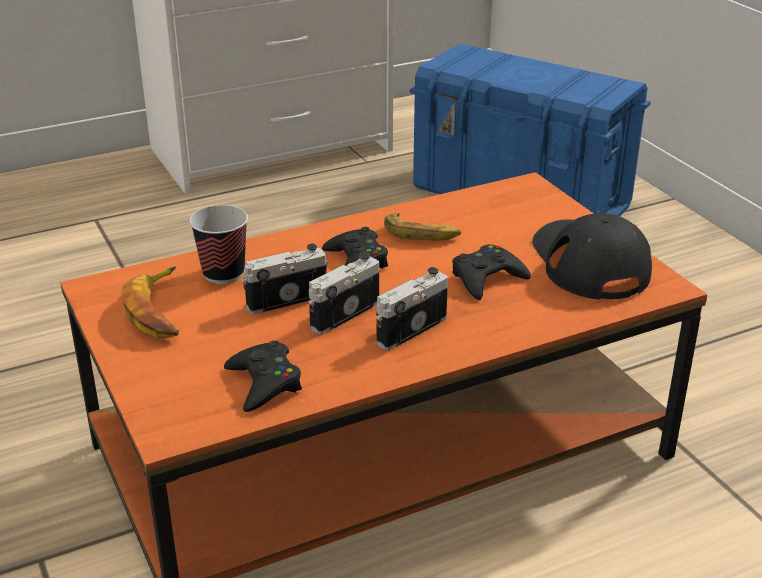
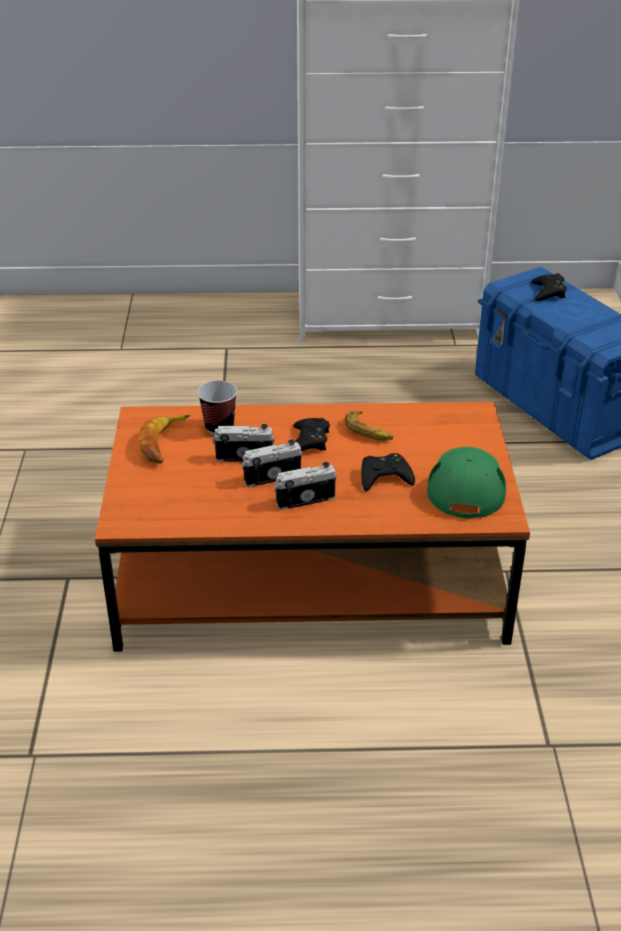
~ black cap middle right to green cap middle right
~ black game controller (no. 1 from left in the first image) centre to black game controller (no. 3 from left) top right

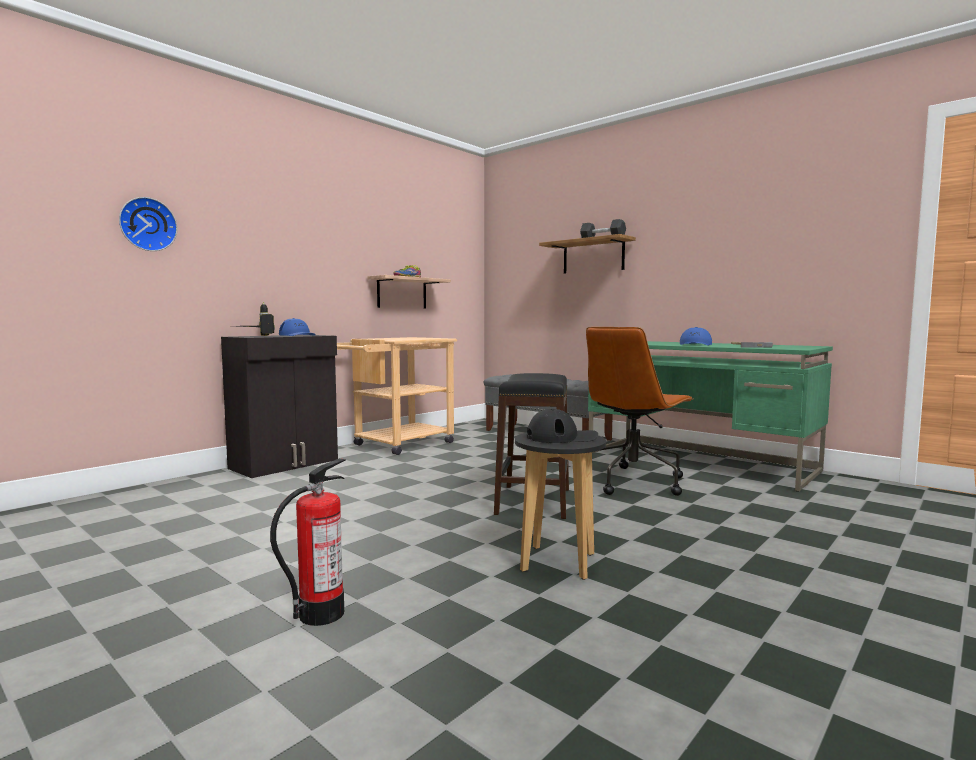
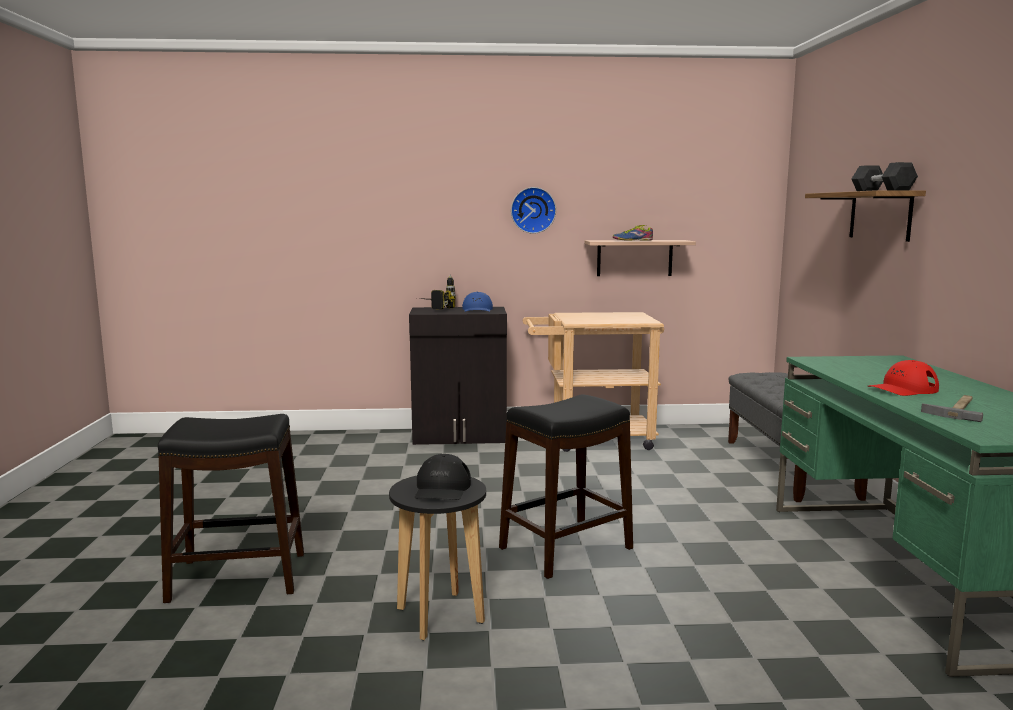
~ fire extinguisher bottom left to black stool (no. 1 from left) bottom left
~ black cap centre = bottom centre 60 degrees clockwise
~ wall clock top left to top centre
~ blue cap (no. 2 from left) middle right to red cap middle right
- brown office chair centre

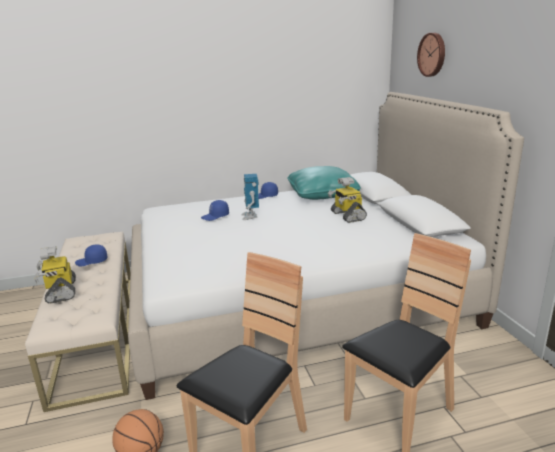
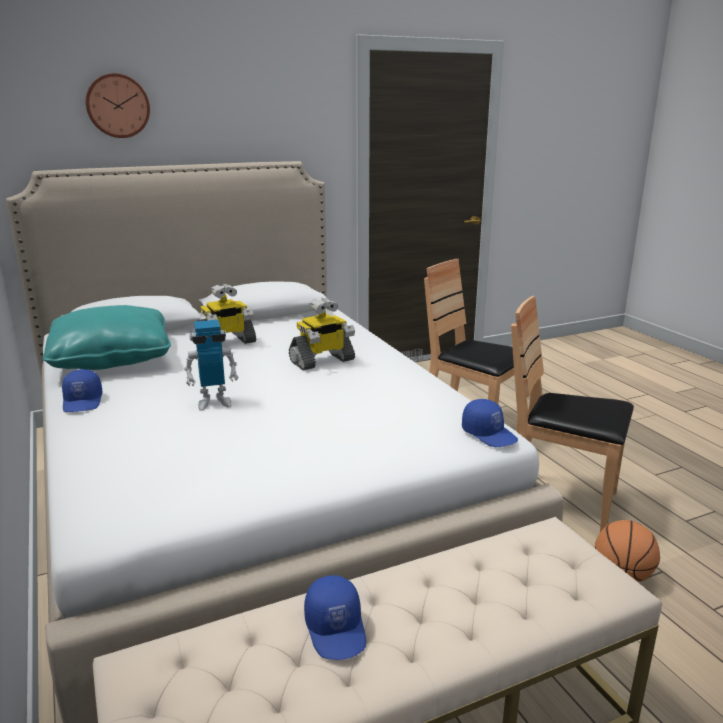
~ toy robot (no. 1 from left in the first image) middle left to toy robot (no. 3 from left) centre
~ blue cap (no. 2 from left in the first image) centre to blue cap (no. 3 from left) middle right

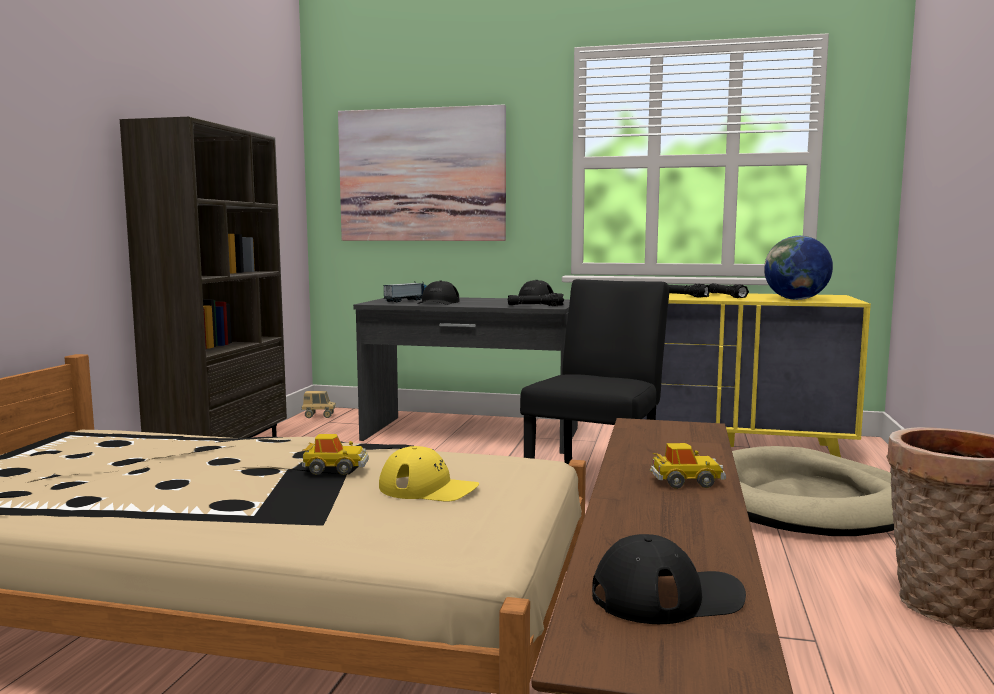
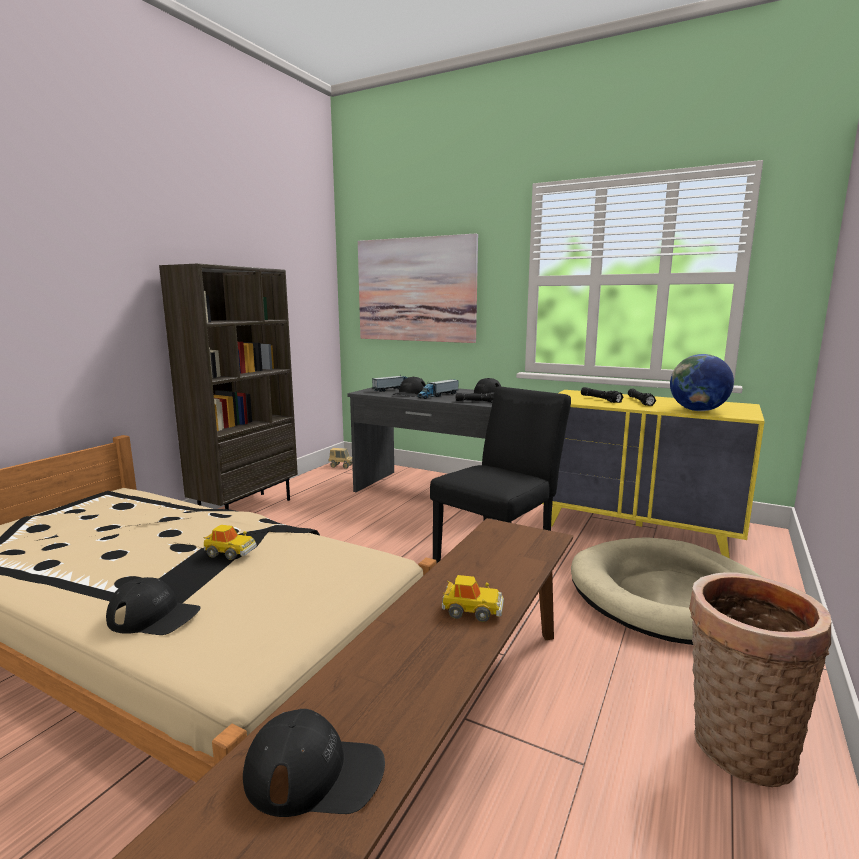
+ black cap (no. 1 from left) bottom left
+ toy truck (no. 3 from left) centre
- yellow cap bottom centre

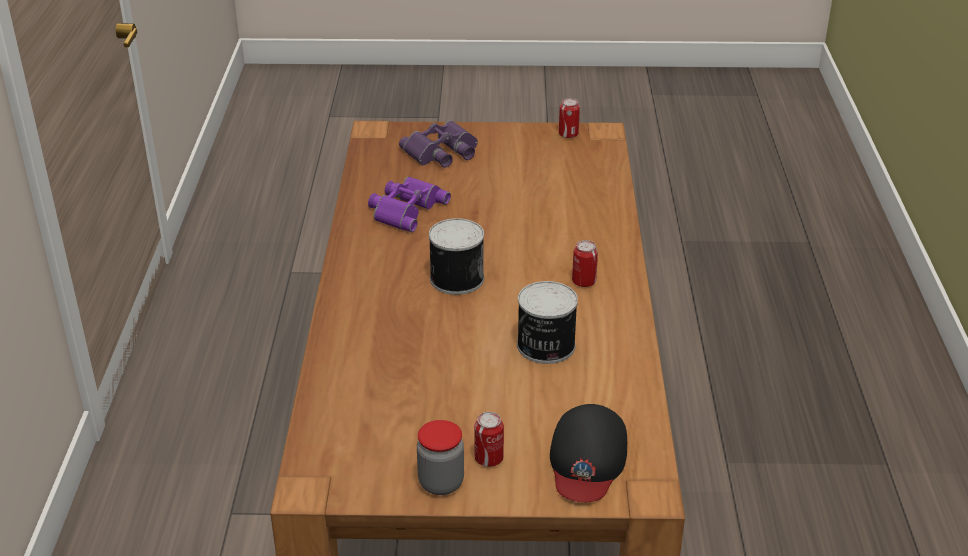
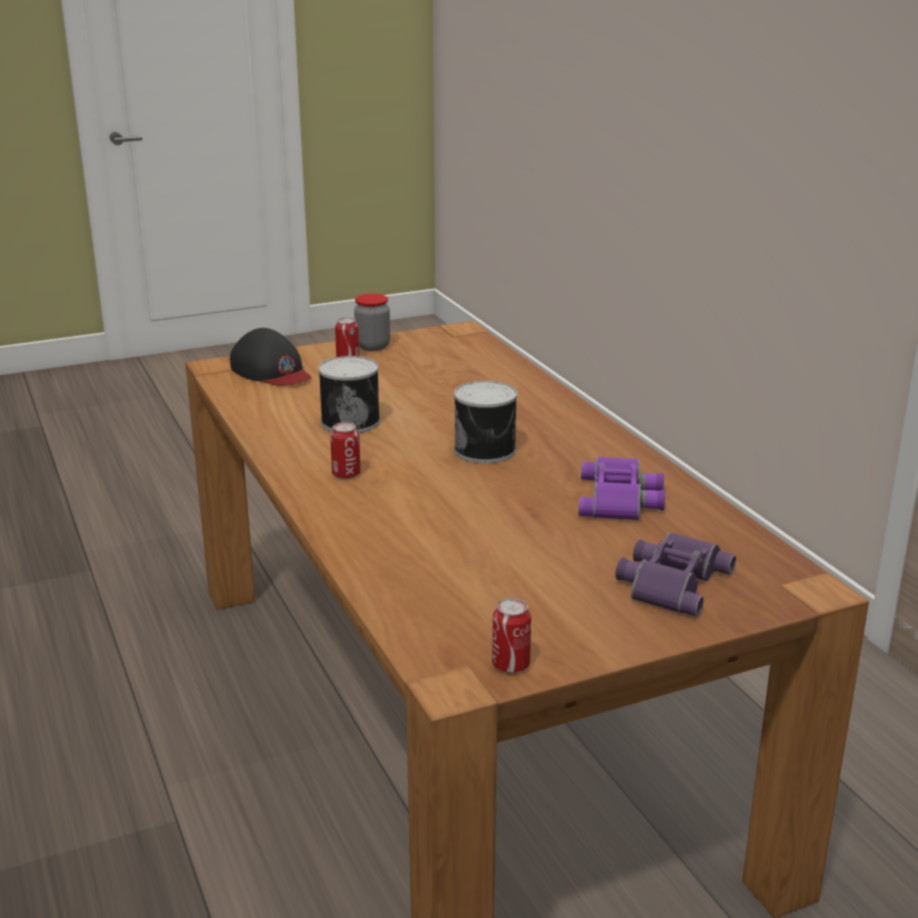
~ black cap bottom centre = middle left 150 degrees clockwise

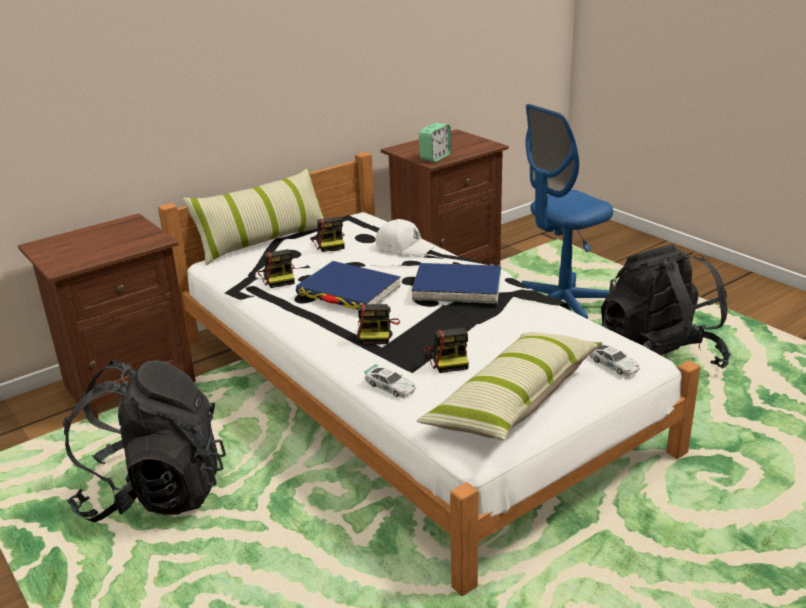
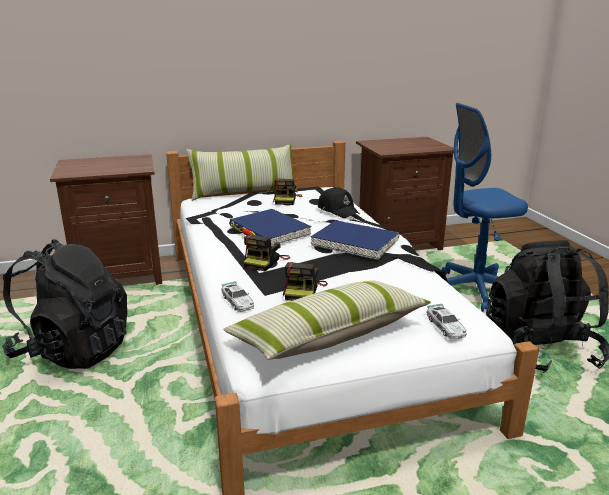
~ white cap centre to black cap centre
- photo camera (no. 1 from left) centre
- alarm clock top centre

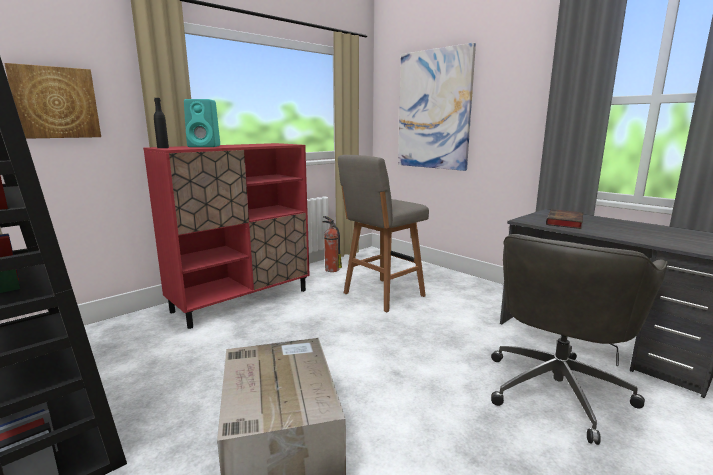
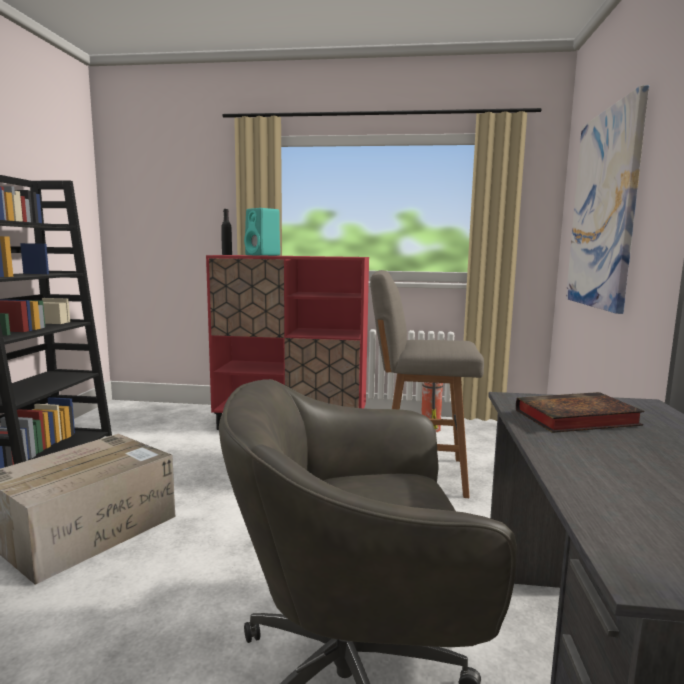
- picture (no. 1 from left) top left

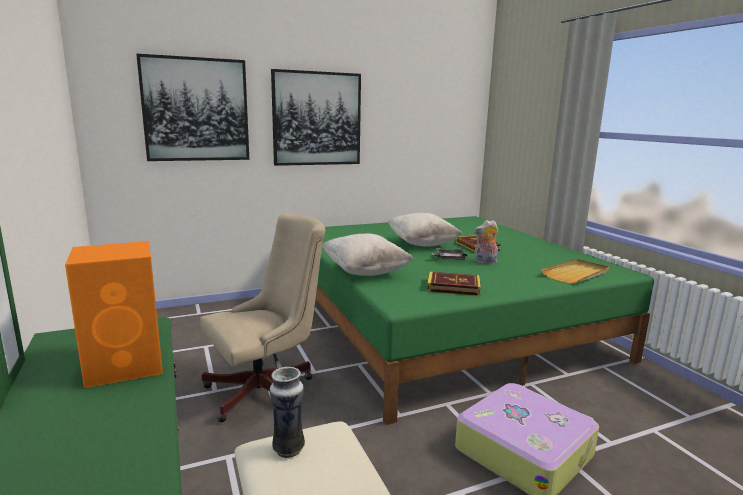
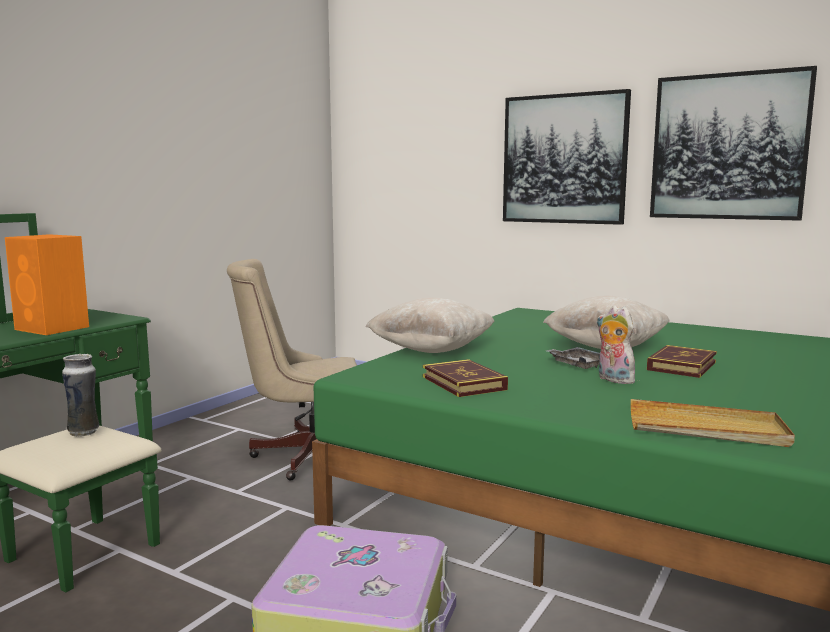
~ beige office chair centre = centre 150 degrees clockwise
~ picture (no. 1 from left in the first image) top left to picture (no. 2 from left) top right

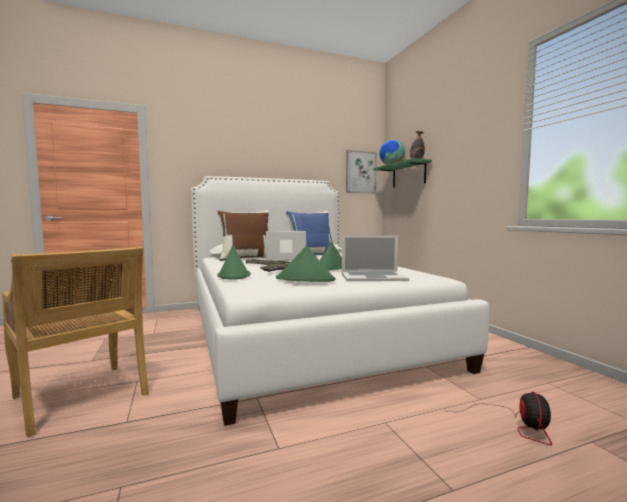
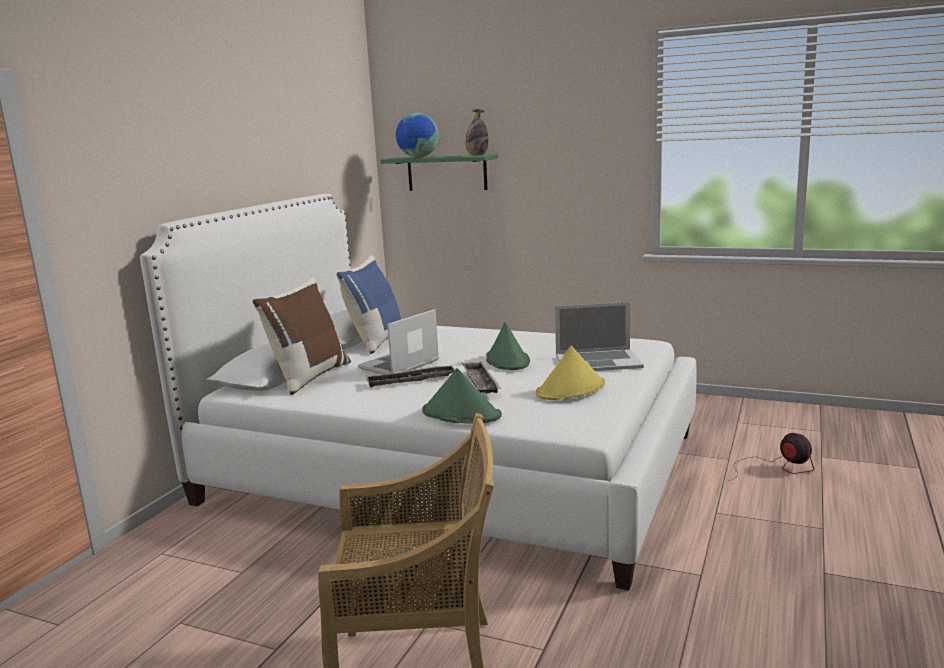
~ green hat (no. 2 from left) centre to yellow hat centre
~ laptop (no. 2 from left) centre = centre 45 degrees clockwise
- picture centre

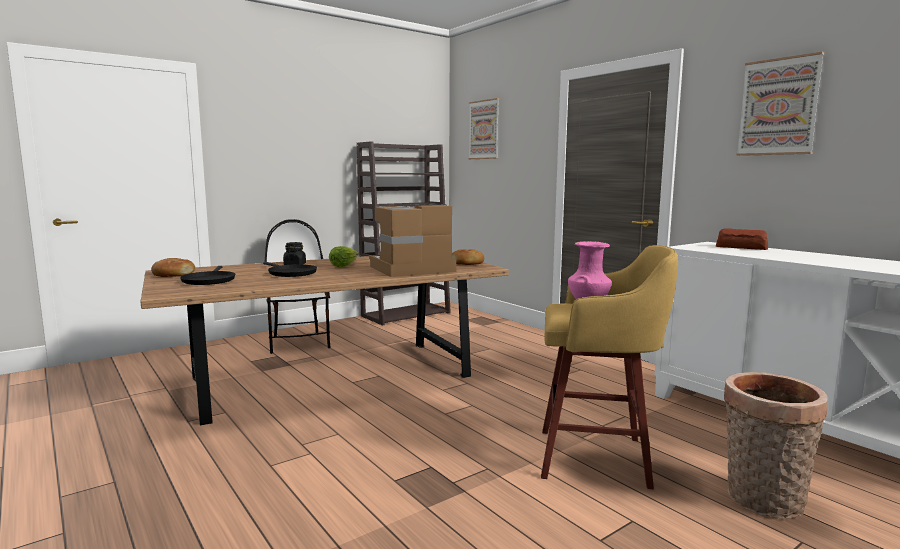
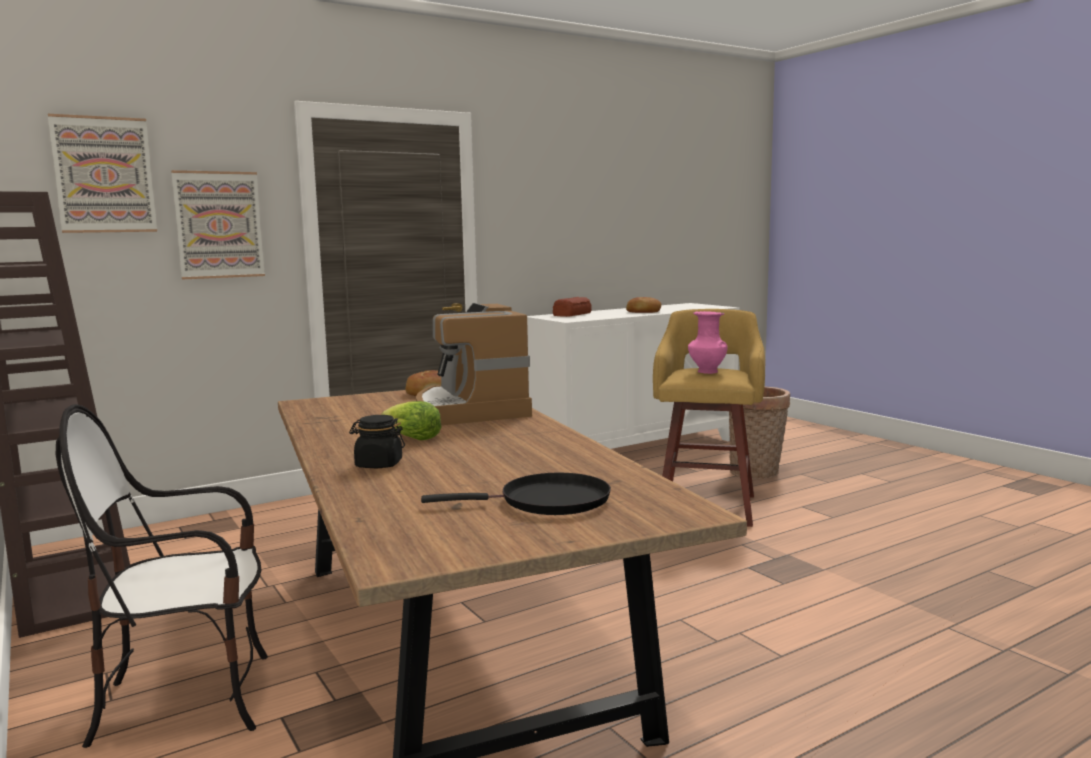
~ picture (no. 2 from left) top right to top left
~ bread (no. 1 from left in the first image) middle left to bread (no. 3 from left) centre
- black frying pan (no. 2 from left) middle left

